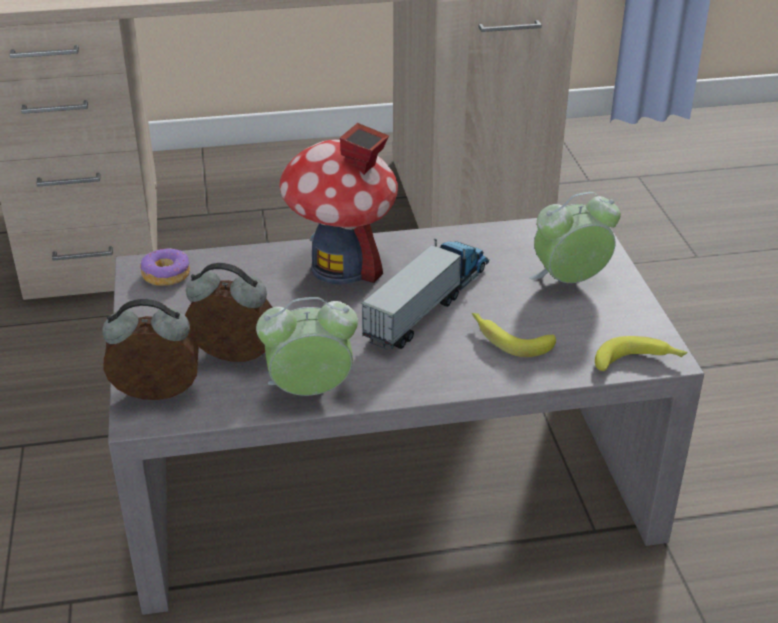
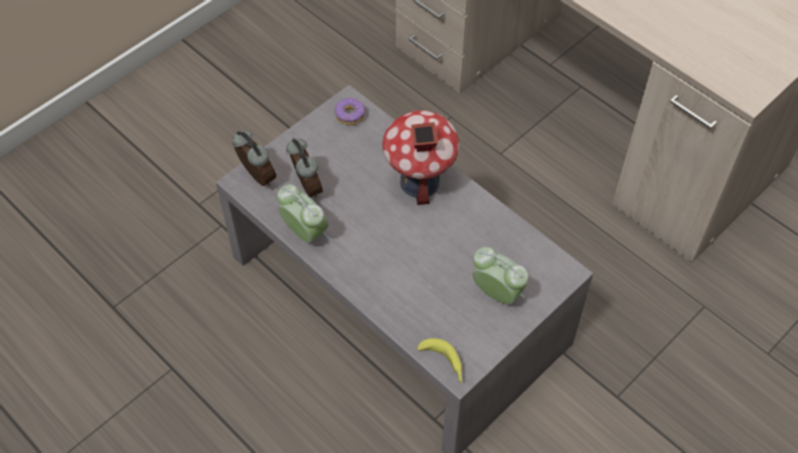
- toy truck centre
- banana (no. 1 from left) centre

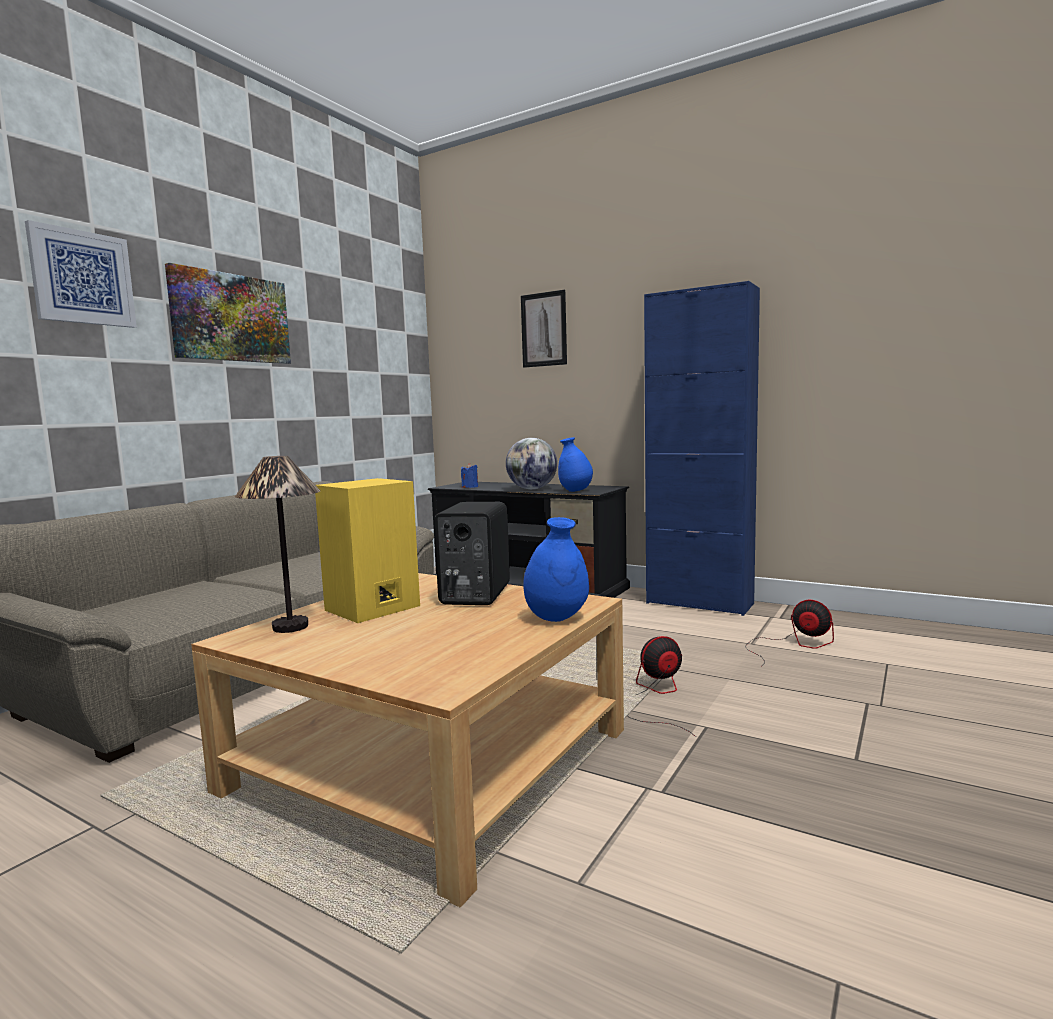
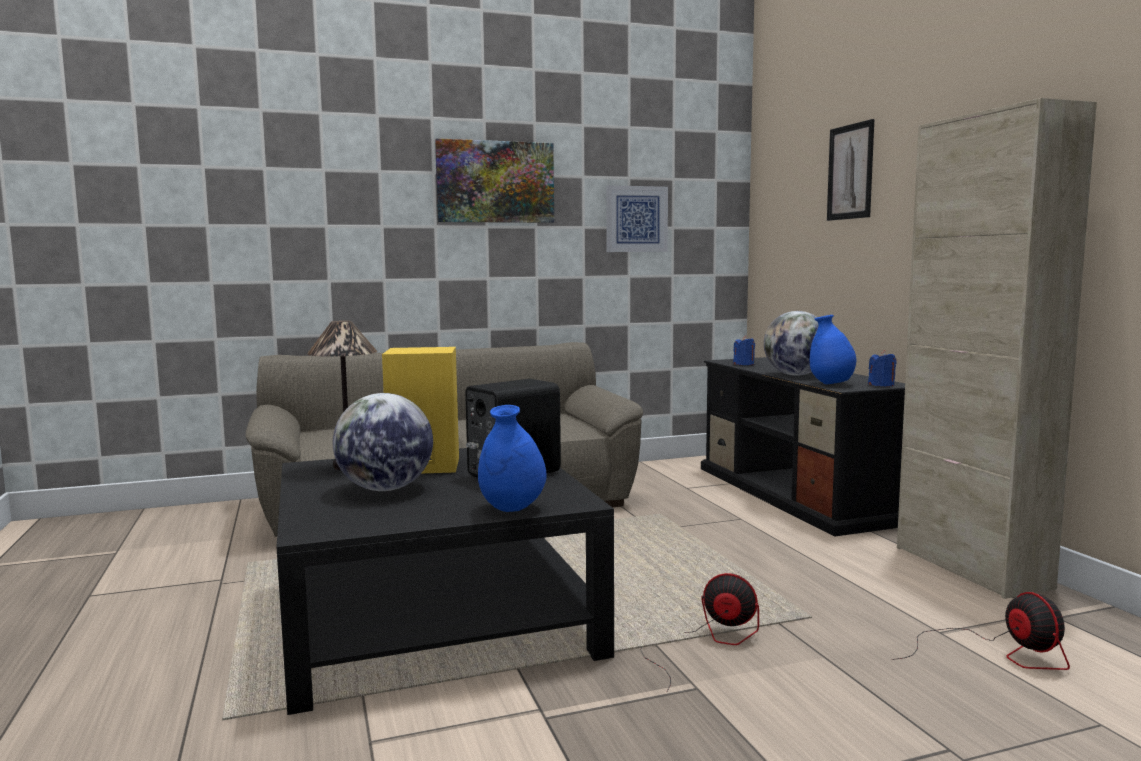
~ beige coffee table bottom centre to black coffee table bottom centre
+ globe (no. 1 from left) centre
~ picture (no. 1 from left in the first image) top left to picture (no. 2 from left) top centre
+ blue candle (no. 2 from left) middle right
~ blue cabinet middle right to beige cabinet middle right

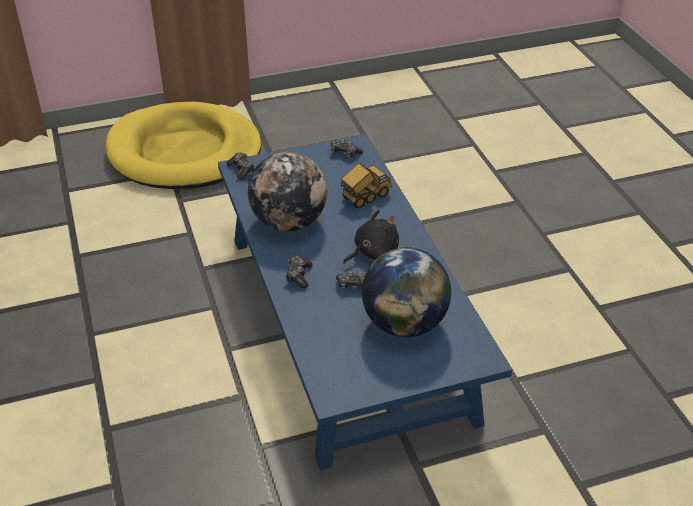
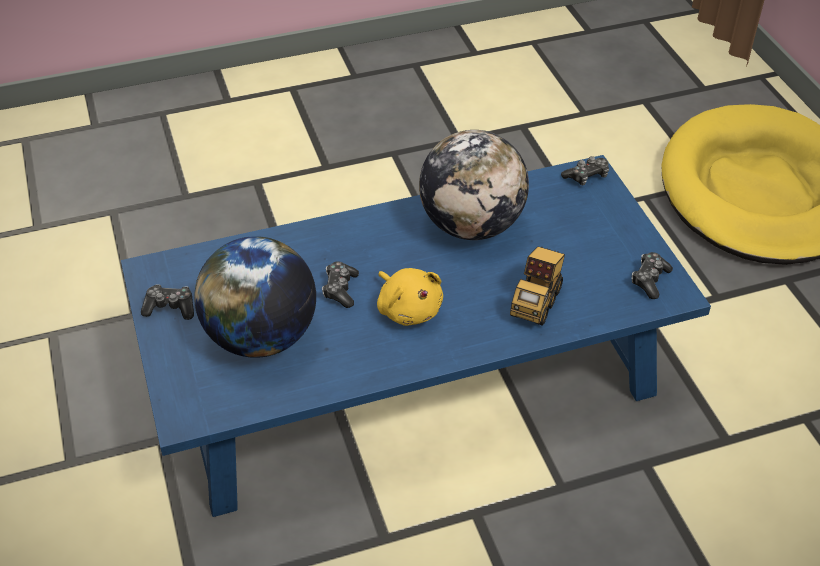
~ game controller (no. 2 from left in the first image) centre to game controller (no. 1 from left) middle left
~ black plush toy centre to yellow plush toy centre
~ toy truck centre = centre 60 degrees clockwise

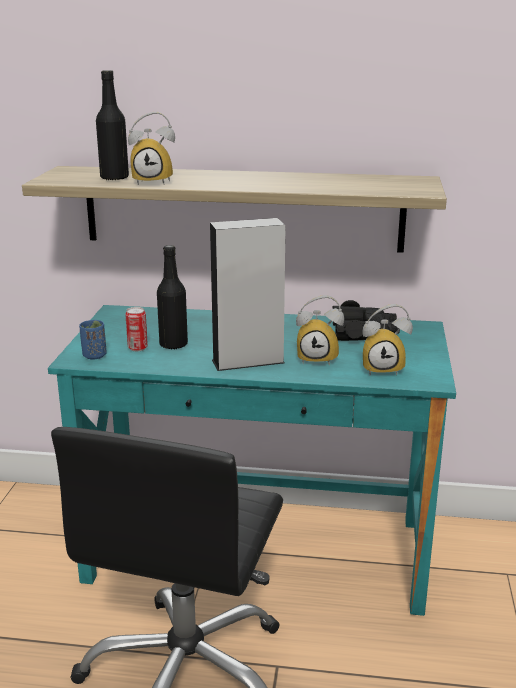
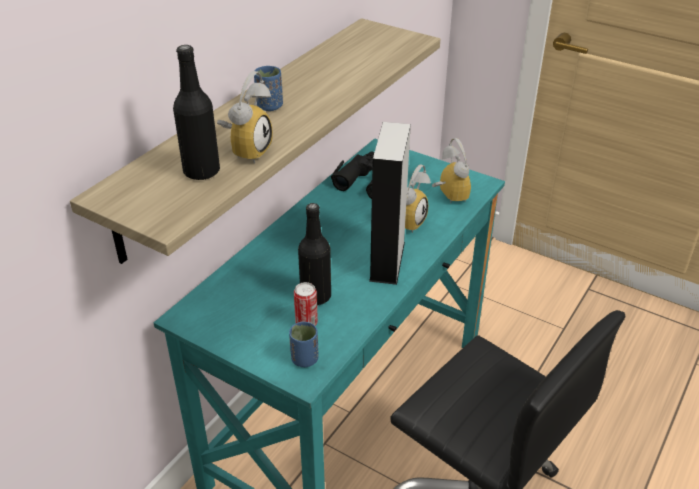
+ blue cup (no. 1 from left) top centre
~ alarm clock (no. 3 from left) middle right = centre 45 degrees counterclockwise

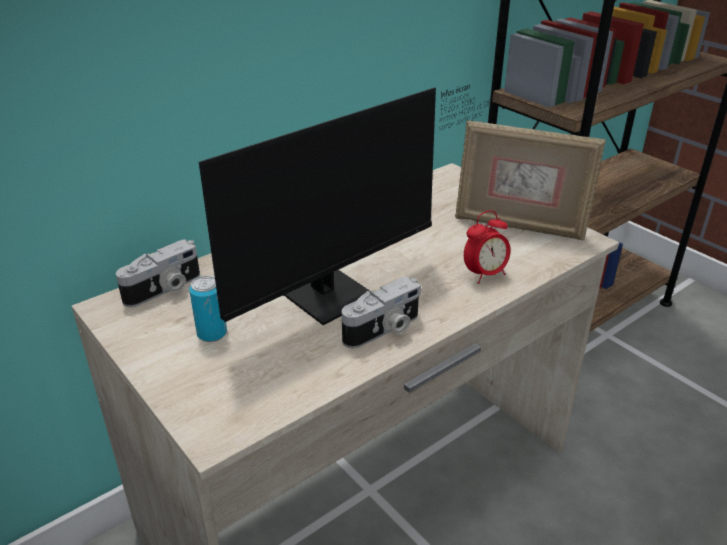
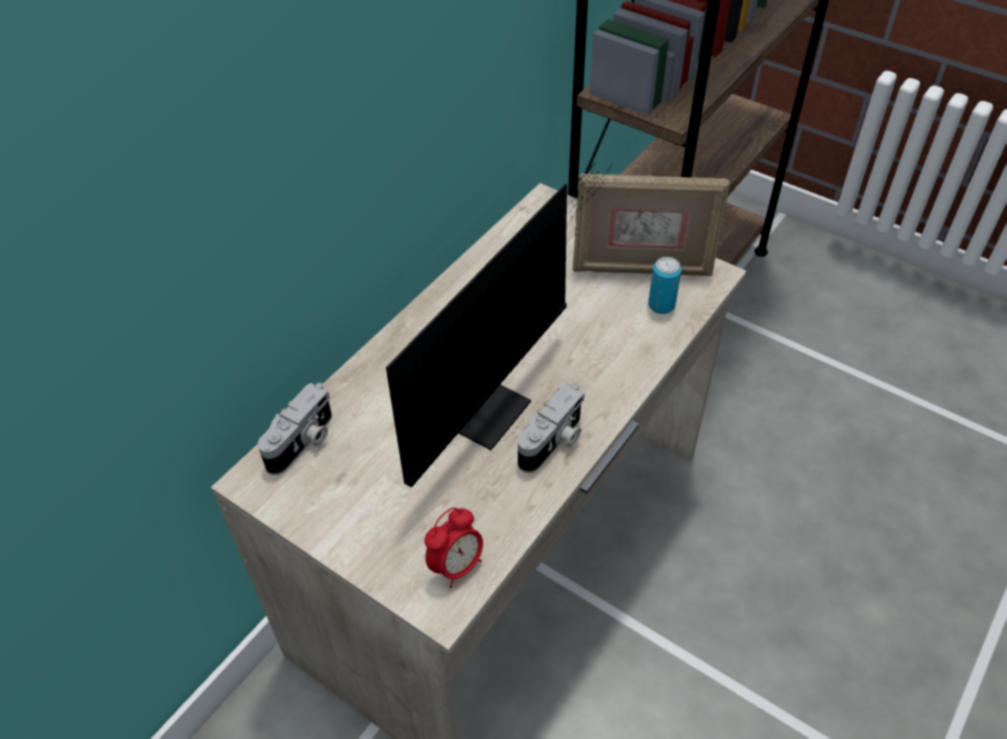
~ alarm clock middle right to bottom centre
~ can middle left to centre

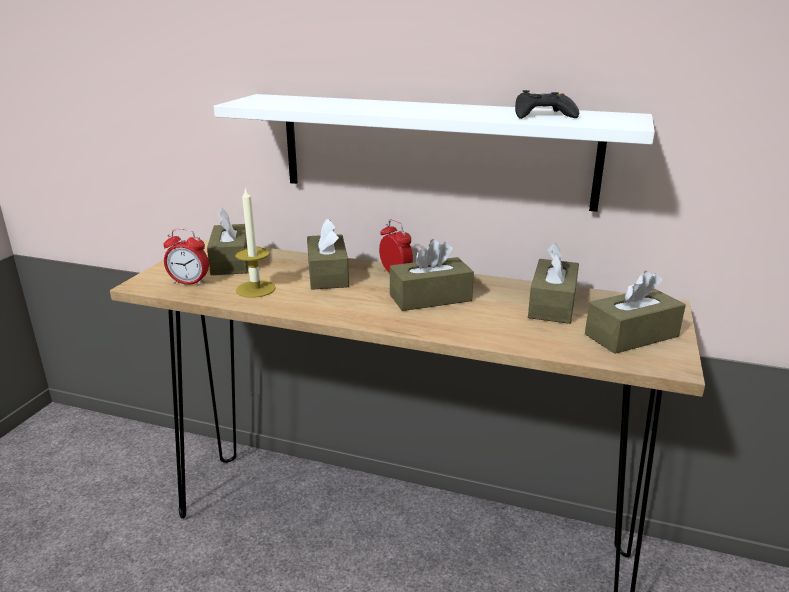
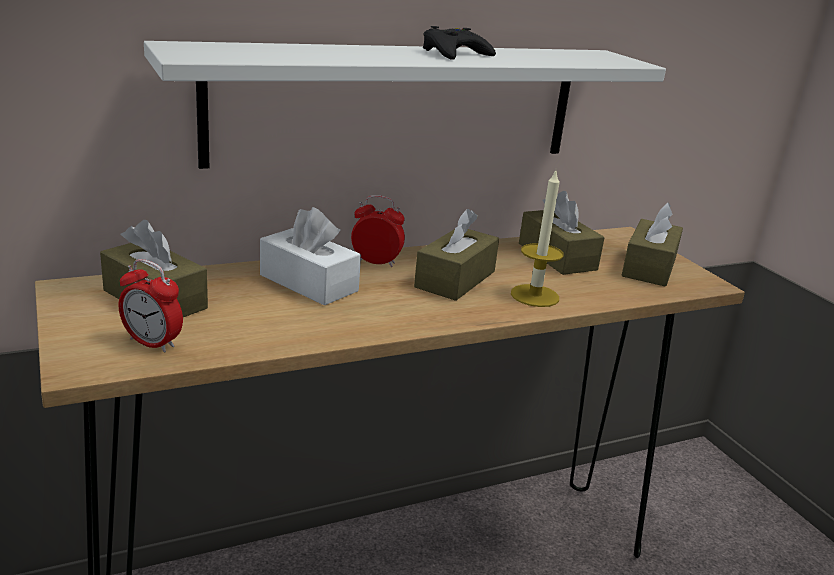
~ alarm clock (no. 1 from left) middle left = middle left 60 degrees clockwise
~ brown tissue box (no. 2 from left) centre to white tissue box centre
~ black game controller top right to top centre
~ candle middle left to centre

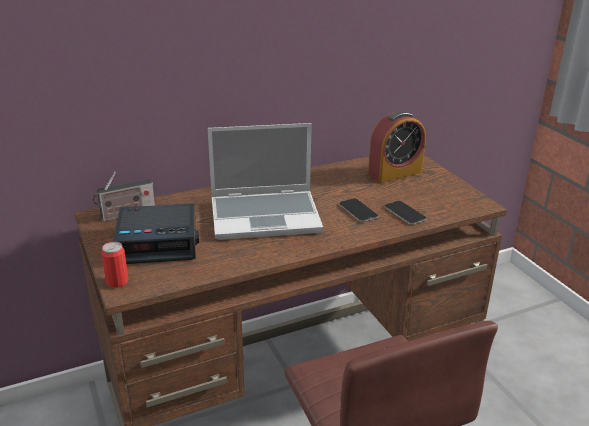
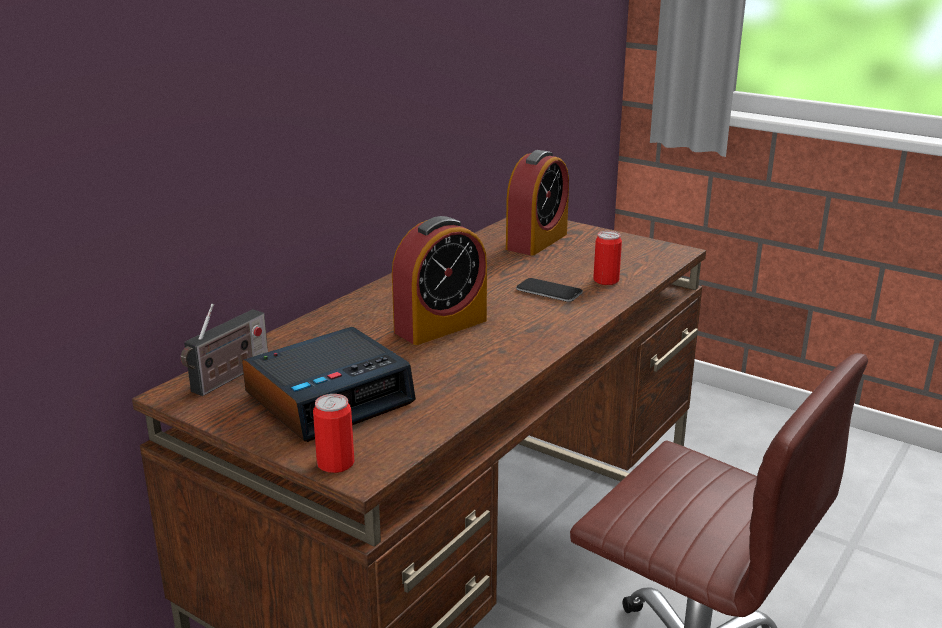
~ laptop centre to alarm clock (no. 2 from left) centre
~ phone (no. 2 from left) middle right to can (no. 2 from left) centre

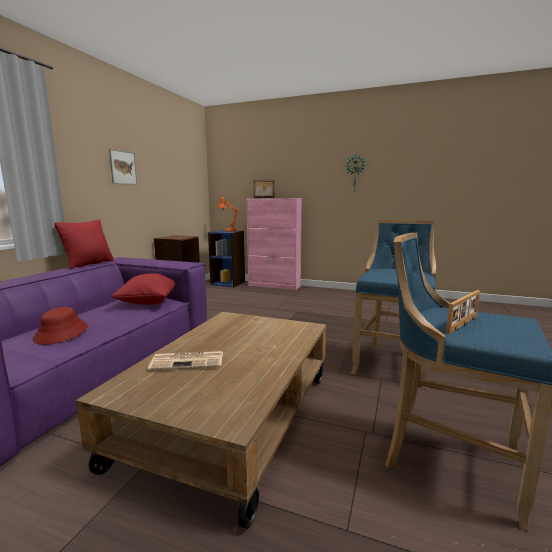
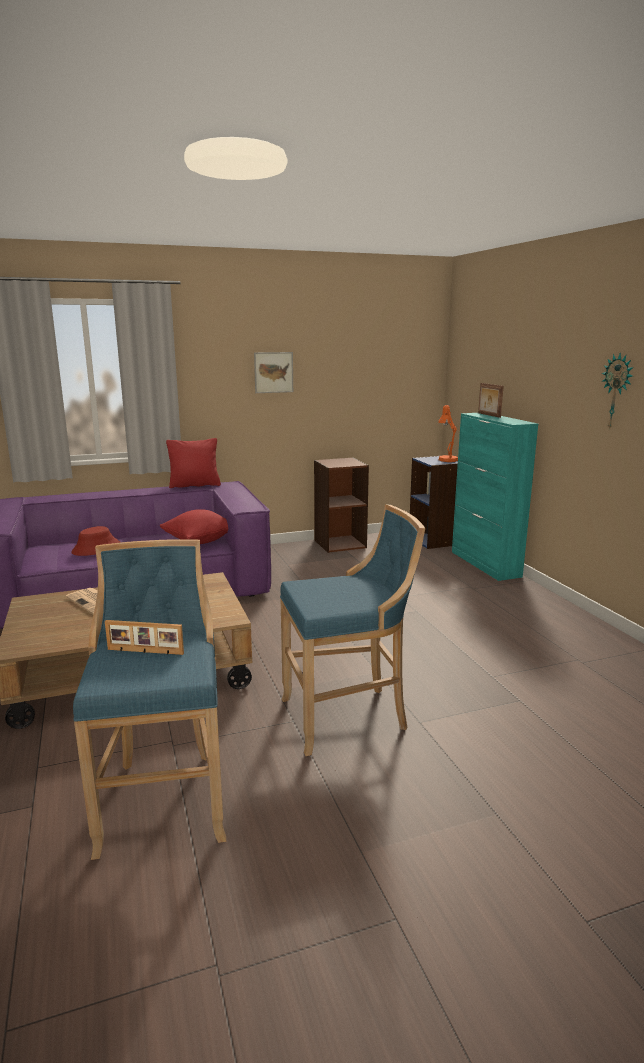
~ pink cabinet centre to turquoise cabinet middle right

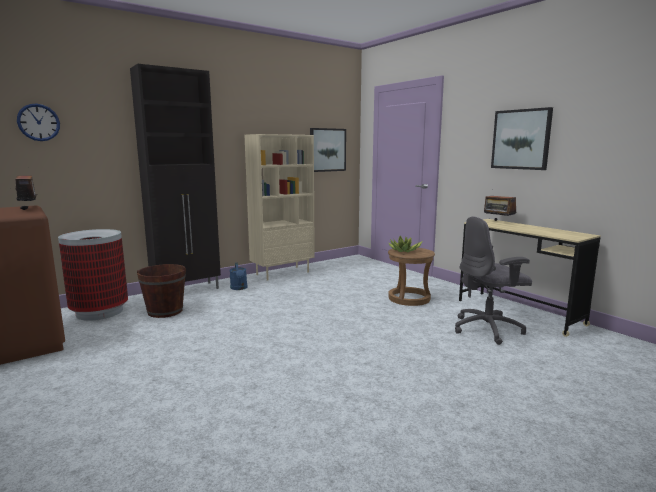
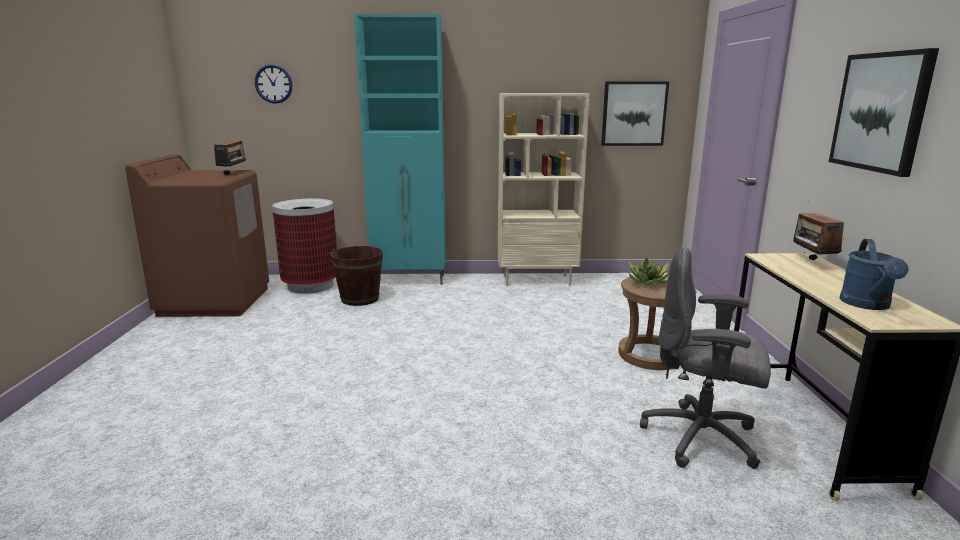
~ black cabinet middle left to turquoise cabinet top centre
~ blue watering can centre to middle right

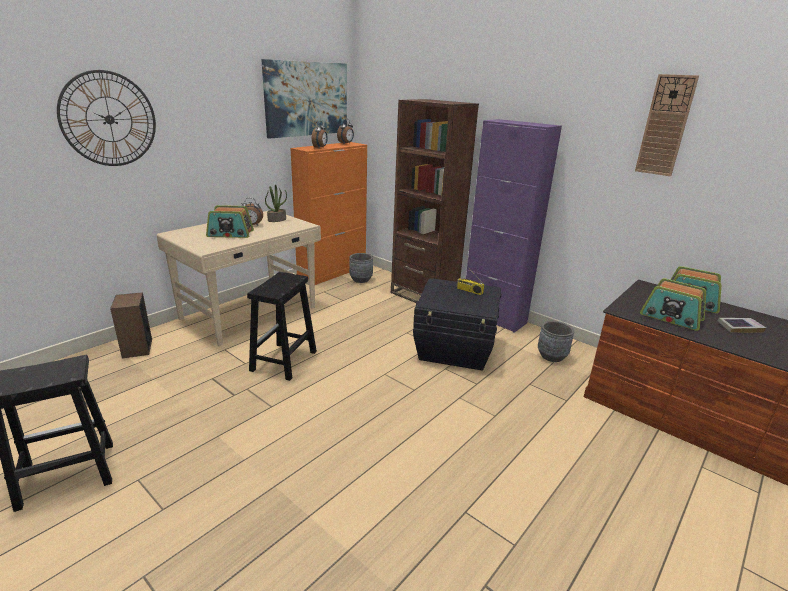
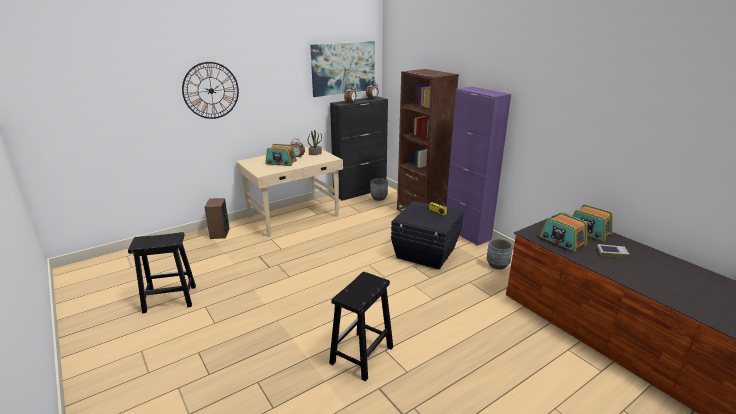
~ black stool (no. 2 from left) centre to bottom centre
~ orange cabinet centre to black cabinet centre
- wall clock (no. 2 from left) top right

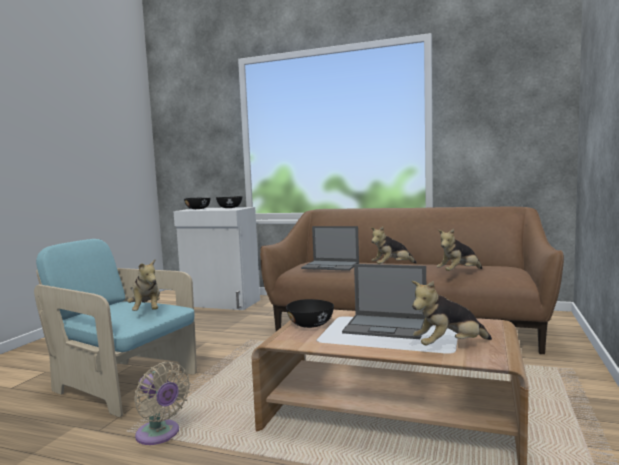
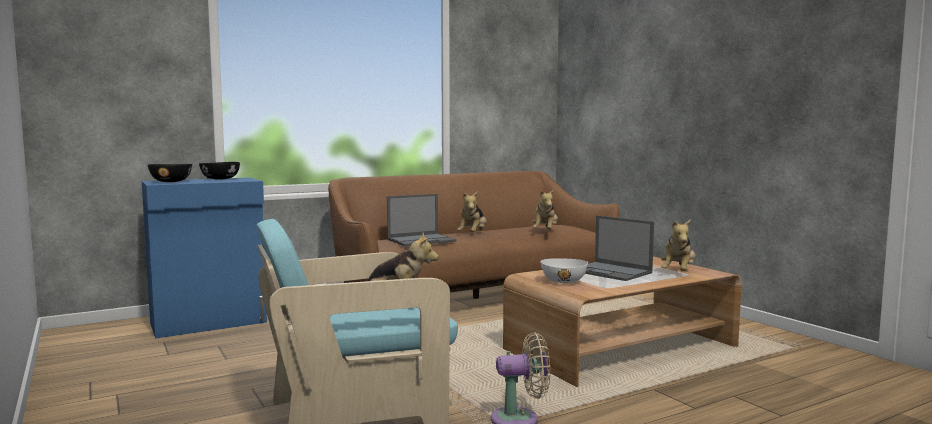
~ white cabinet centre to blue cabinet middle left
~ black bowl (no. 3 from left) bottom centre to white bowl centre
~ laptop (no. 2 from left) centre = centre 75 degrees clockwise

